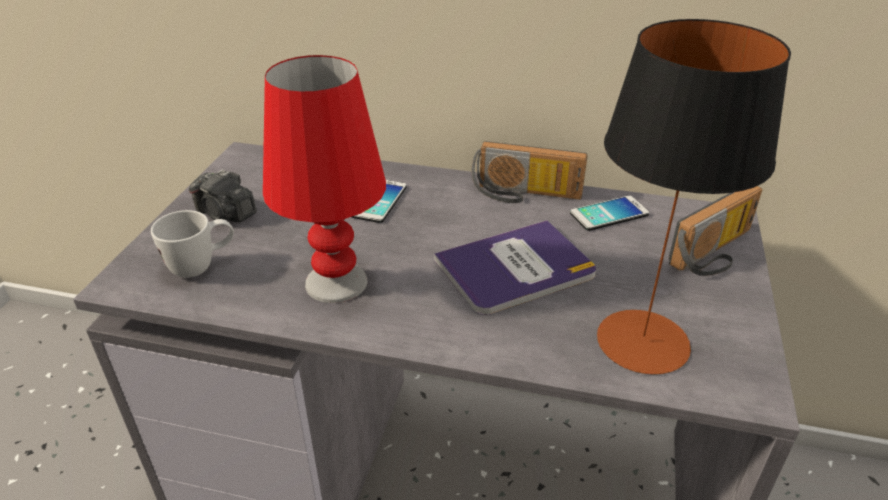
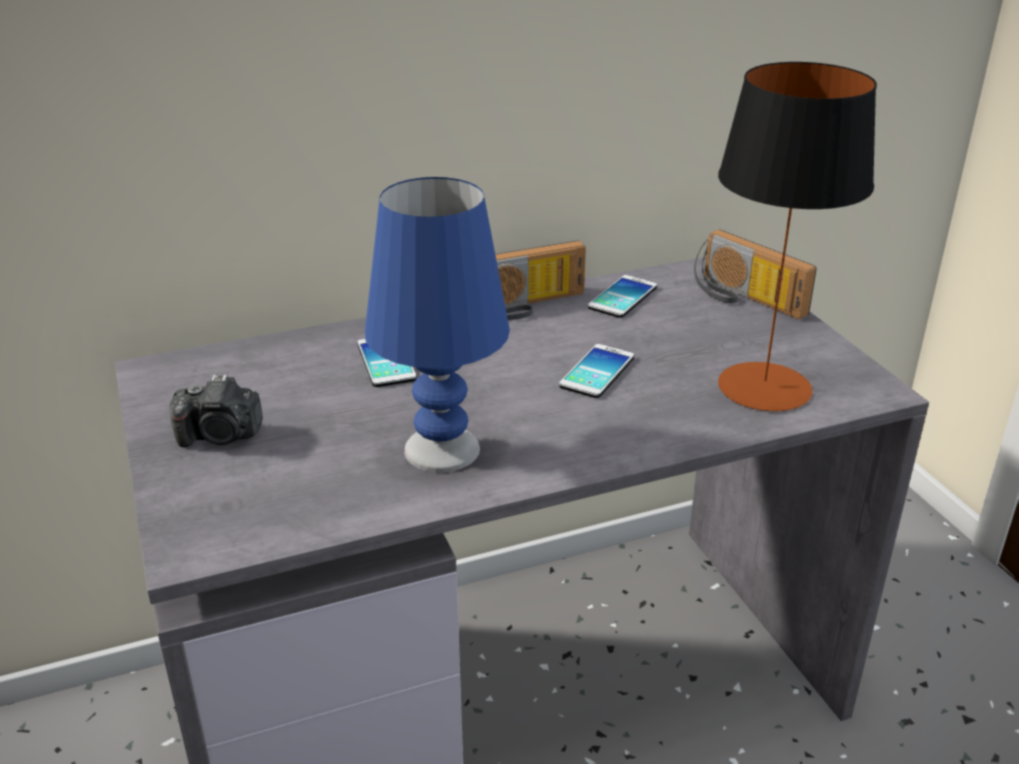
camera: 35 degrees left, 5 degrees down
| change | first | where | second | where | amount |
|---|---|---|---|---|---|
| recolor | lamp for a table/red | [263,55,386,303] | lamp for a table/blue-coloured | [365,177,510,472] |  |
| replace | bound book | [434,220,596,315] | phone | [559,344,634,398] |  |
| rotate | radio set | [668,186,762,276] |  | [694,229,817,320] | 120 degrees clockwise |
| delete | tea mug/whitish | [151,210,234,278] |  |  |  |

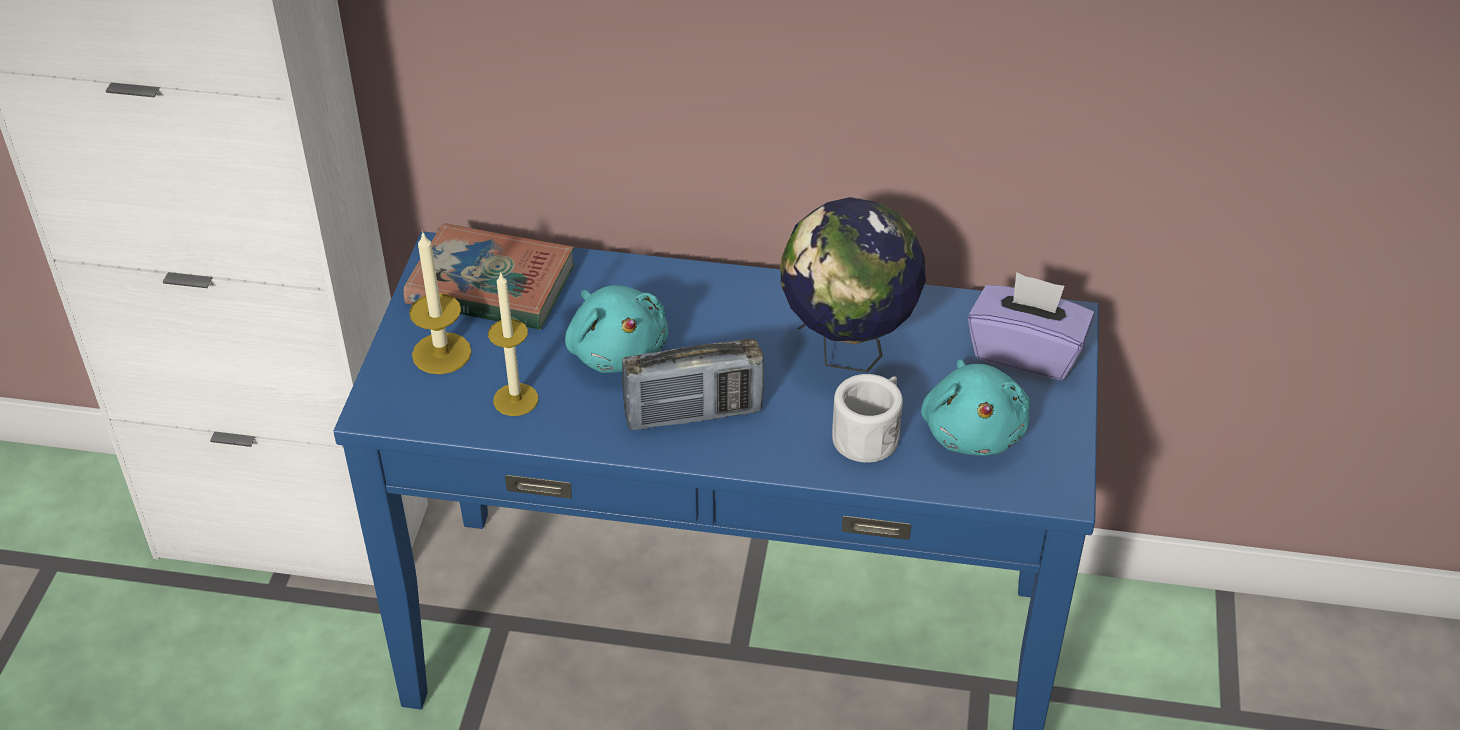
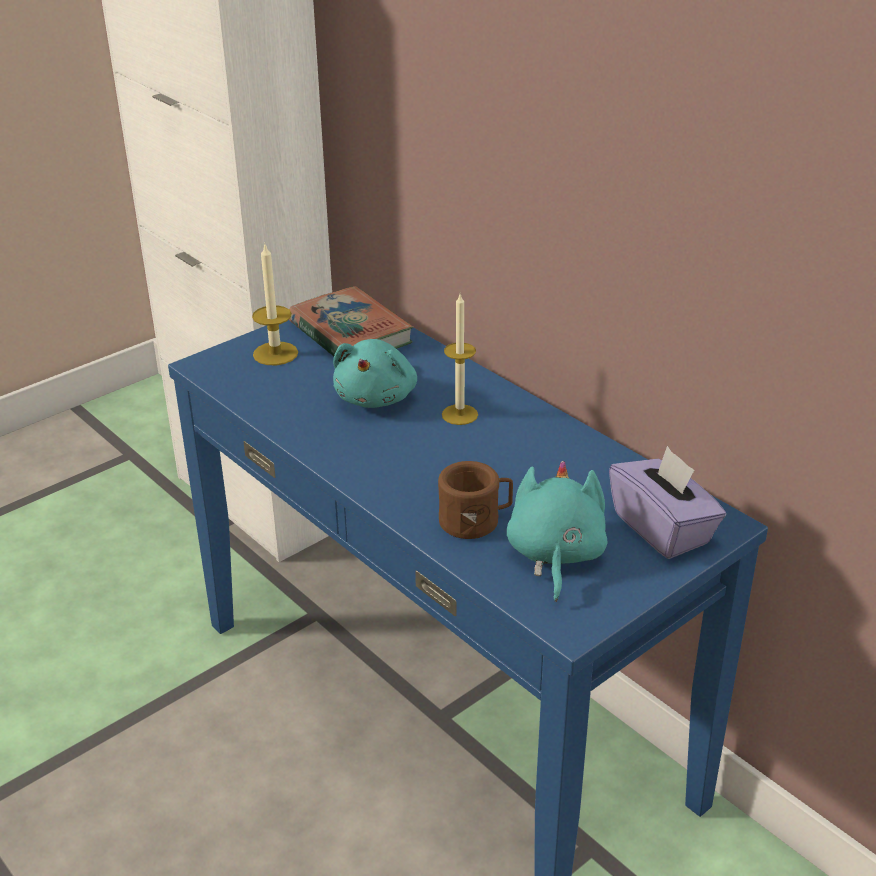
camera: 40 degrees right, 10 degrees down
| change | first | where | second | where | amount |
|---|---|---|---|---|---|
| recolor | tea mug/whitish | [832,374,903,463] | tea mug/brown-coloured | [438,461,513,539] |  |
| move | candle | [488,272,538,416] |  | [442,294,478,425] |  |
| rotate | soft toy/blue-green | [921,359,1030,456] |  | [507,461,607,602] | 150 degrees clockwise |
| delete | radio set | [622,339,764,430] |  |  |  |
| delete | globe | [780,197,926,372] |  |  |  |

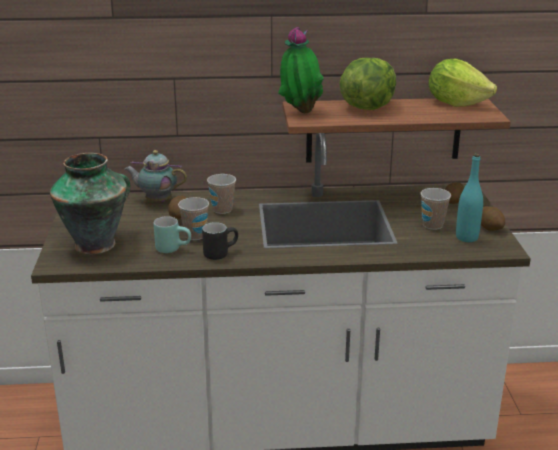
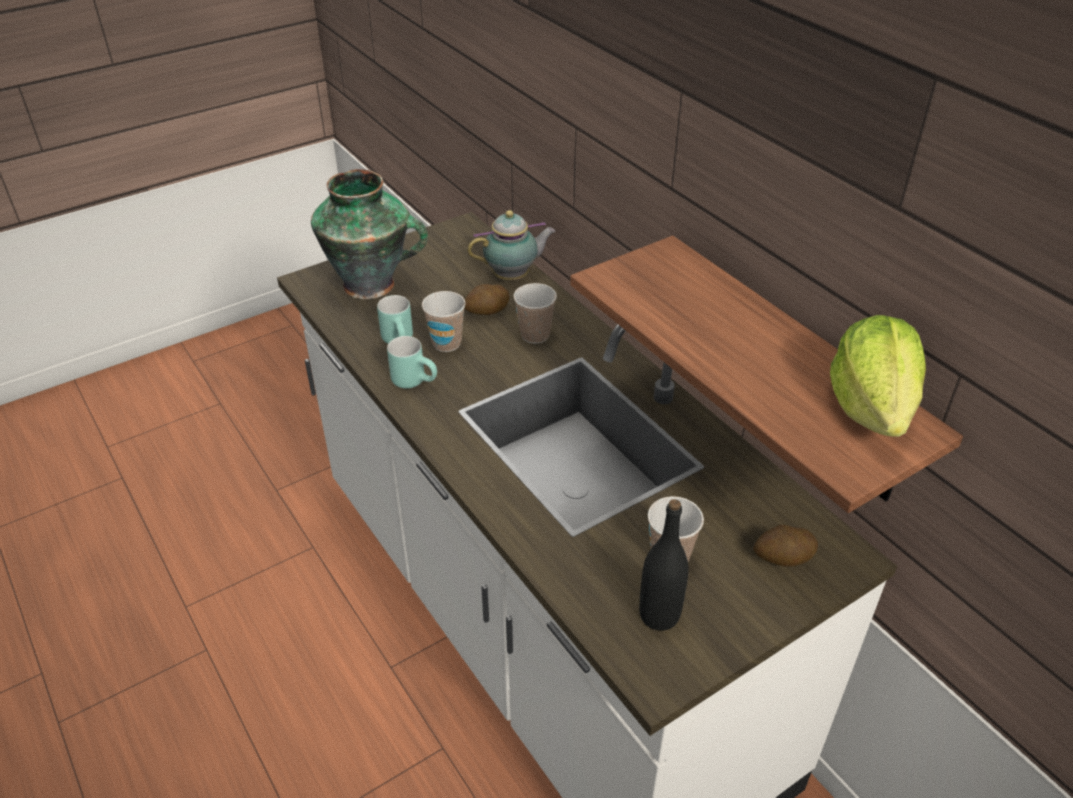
camera: 60 degrees right, 15 degrees up
| change | first | where | second | where | amount |
|---|---|---|---|---|---|
| recolor | tea mug/black | [202,222,238,260] | tea mug/blue-green | [387,336,437,388] |  |
| rotate | tea pot | [125,150,187,202] |  | [468,210,556,280] | 90 degrees clockwise |
| recolor | bottle/blue-green | [456,153,483,242] | bottle/black | [639,499,688,631] |  |
| delete | plant in a pot | [278,27,324,113] |  |  |  |
| delete | lettuce head | [339,58,396,110] |  |  |  |
| delete | potato | [481,206,505,231] |  |  |  |

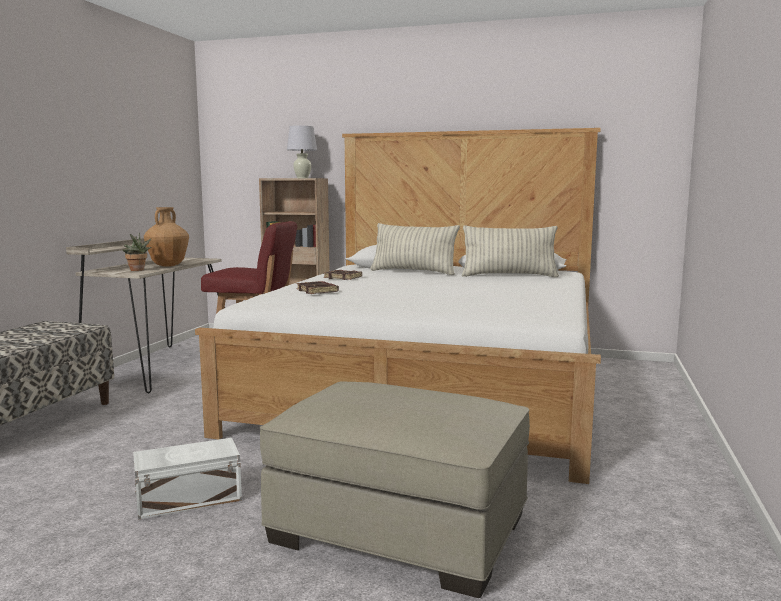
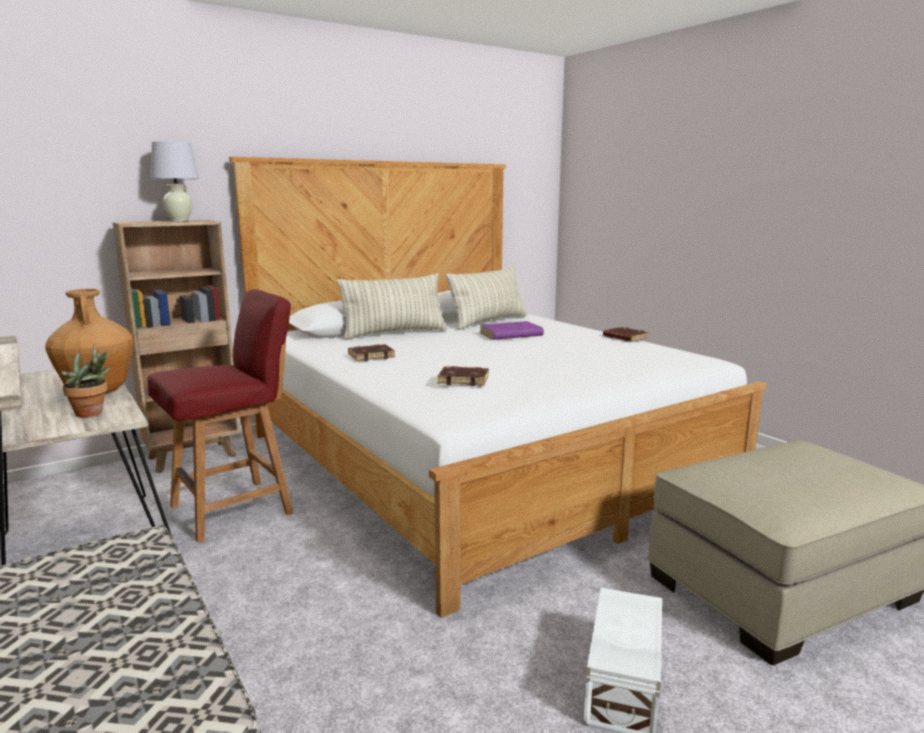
camera: 50 degrees left, 5 degrees up
| change | first | where | second | where | amount |
|---|---|---|---|---|---|
| insert |  |  | bound book/purplish | [480,321,544,340] |  |
| insert |  |  | bound book/brown-coloured | [603,327,649,342] |  |

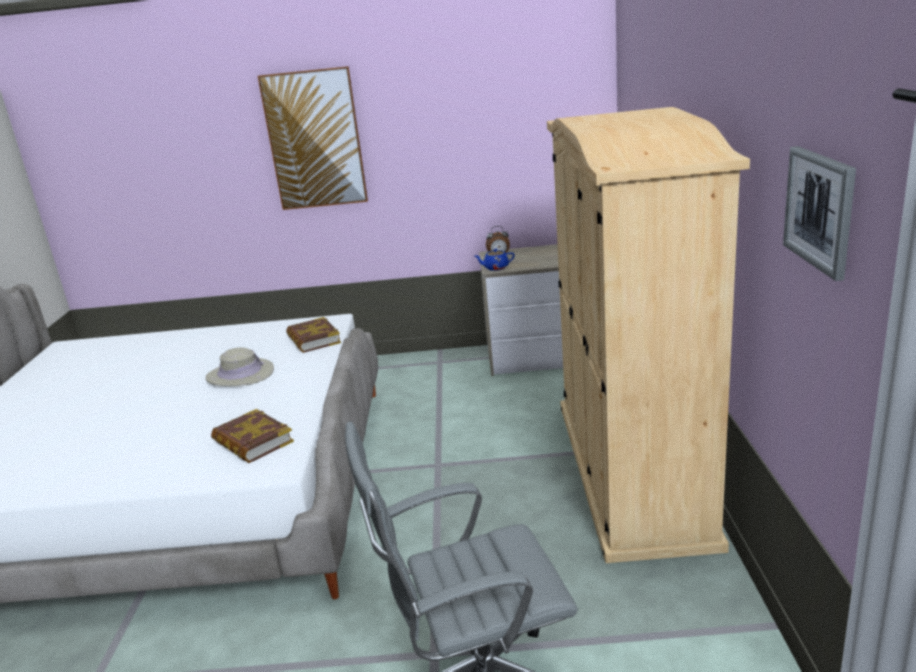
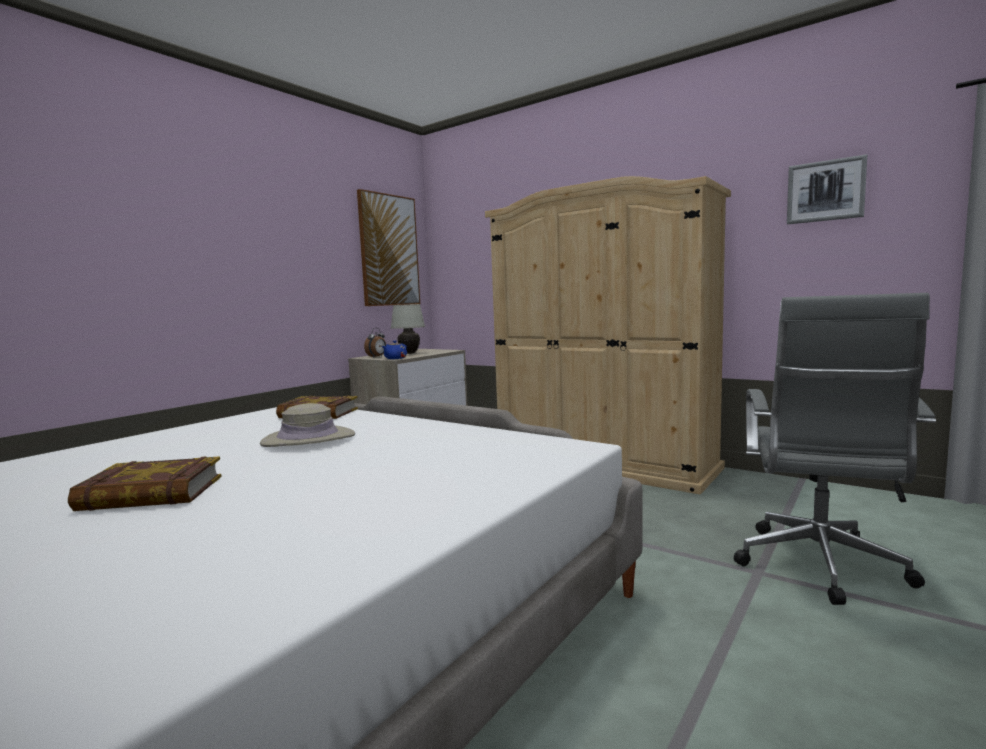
camera: 55 degrees left, 15 degrees down
| change | first | where | second | where | amount |
|---|---|---|---|---|---|
| move | bound book | [211,409,294,463] |  | [68,456,222,511] |  |
| move | wall art | [258,66,368,210] |  | [357,189,420,306] |  |
| insert |  |  | lamp for a table/whitish | [391,304,425,354] |  |

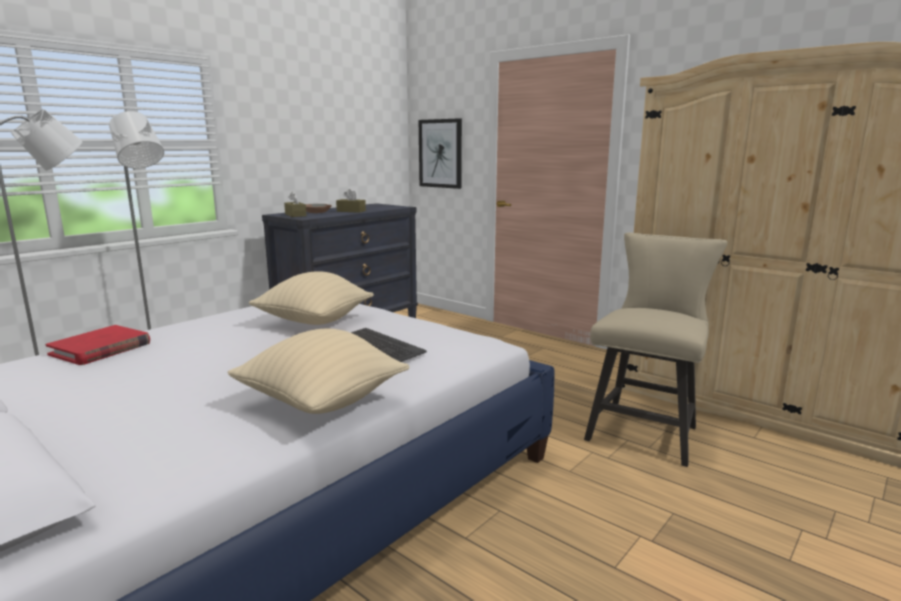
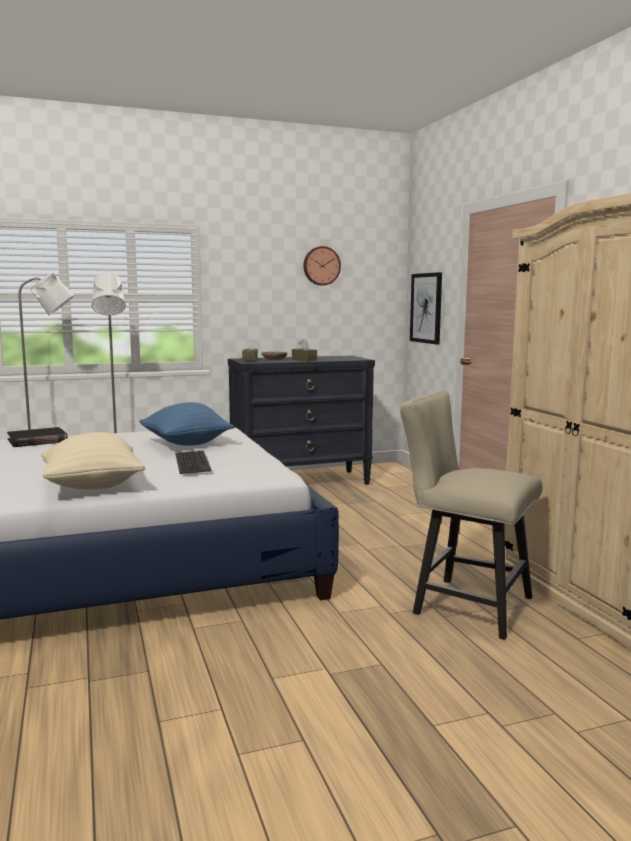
camera: 30 degrees right, 5 degrees down
| change | first | where | second | where | amount |
|---|---|---|---|---|---|
| recolor | bound book/red | [45,325,150,365] | bound book/black | [7,427,68,447] |  |
| recolor | pillow/beige | [249,271,374,325] | pillow/blue-coloured | [139,402,234,446] |  |
| insert |  |  | hanging clock | [304,246,341,285] |  |
| rotate | upright chair/beige | [584,232,728,467] |  | [400,390,542,640] | 120 degrees counterclockwise |

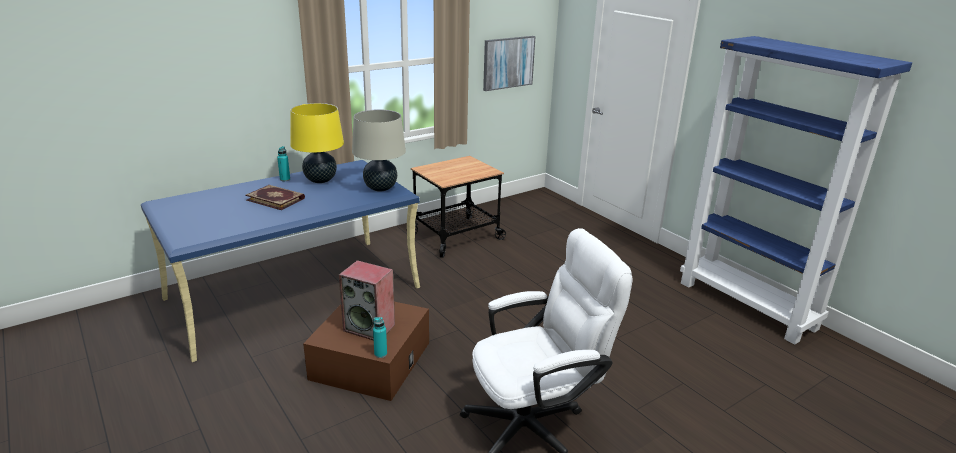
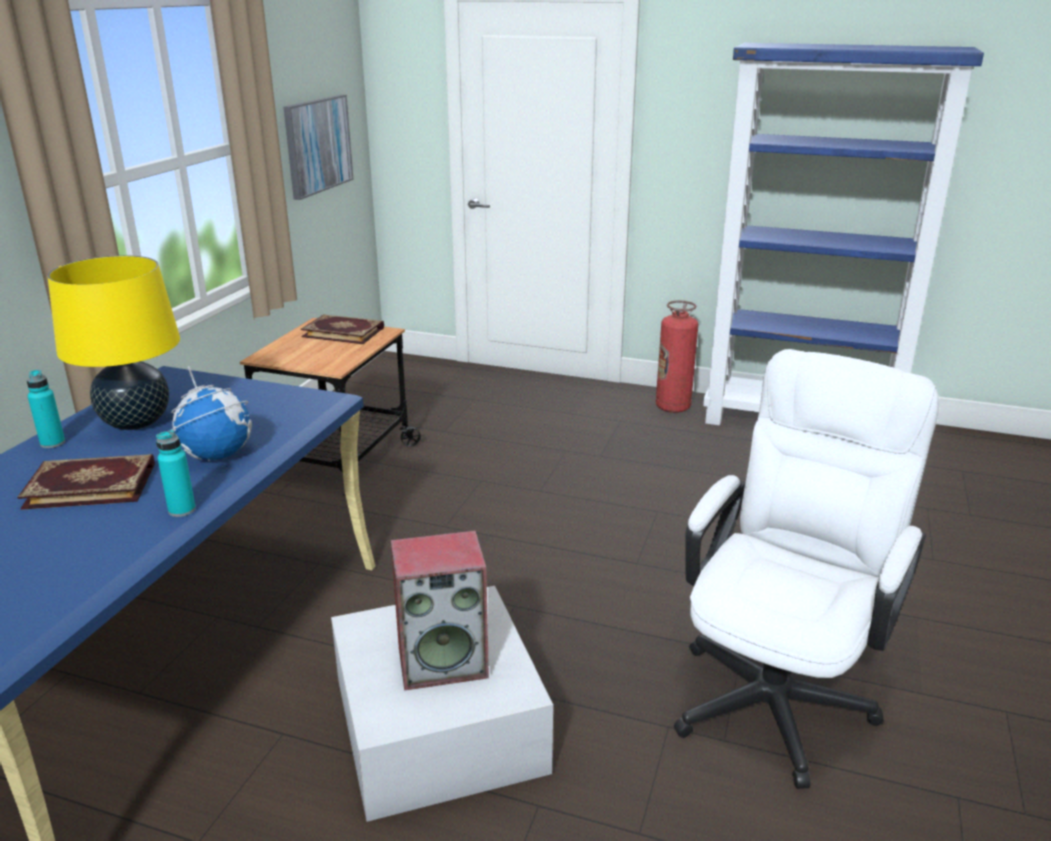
camera: 35 degrees left, 0 degrees up
| change | first | where | second | where | amount |
|---|---|---|---|---|---|
| move | bottle/blue-green | [373,317,387,358] |  | [156,430,196,517] |  |
| insert |  |  | globe | [171,366,252,461] |  |
| insert |  |  | bound book | [301,314,384,344] |  |
| recolor | storage container/brown-coloured | [303,302,429,401] | storage container/whitish | [331,586,553,822] |  |
| insert |  |  | fire extinguisher | [656,300,698,413] |  |
| delete | lamp for a table/beige | [352,109,406,192] |  |  |  |

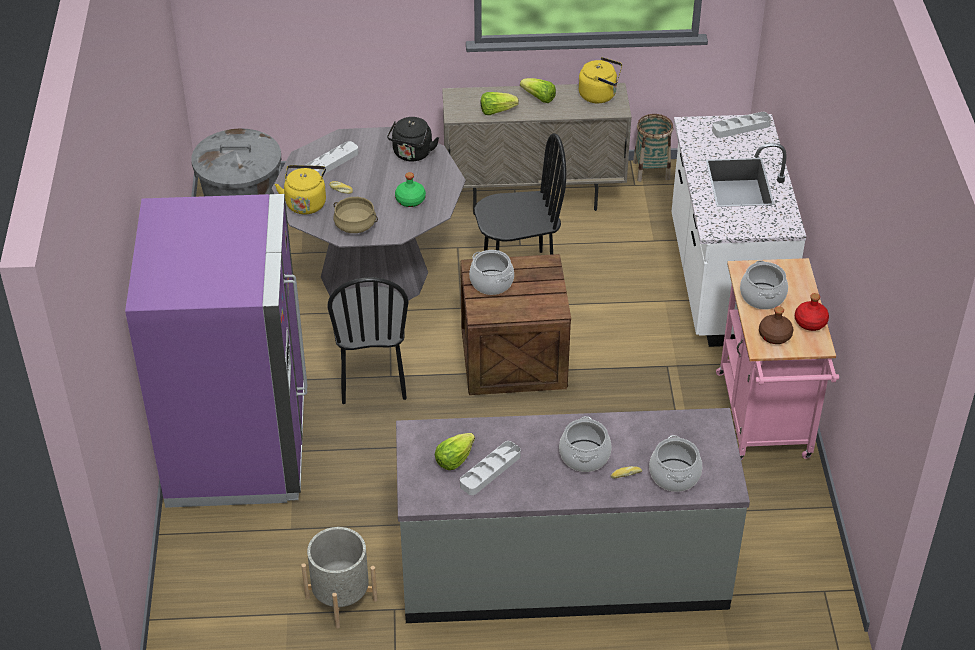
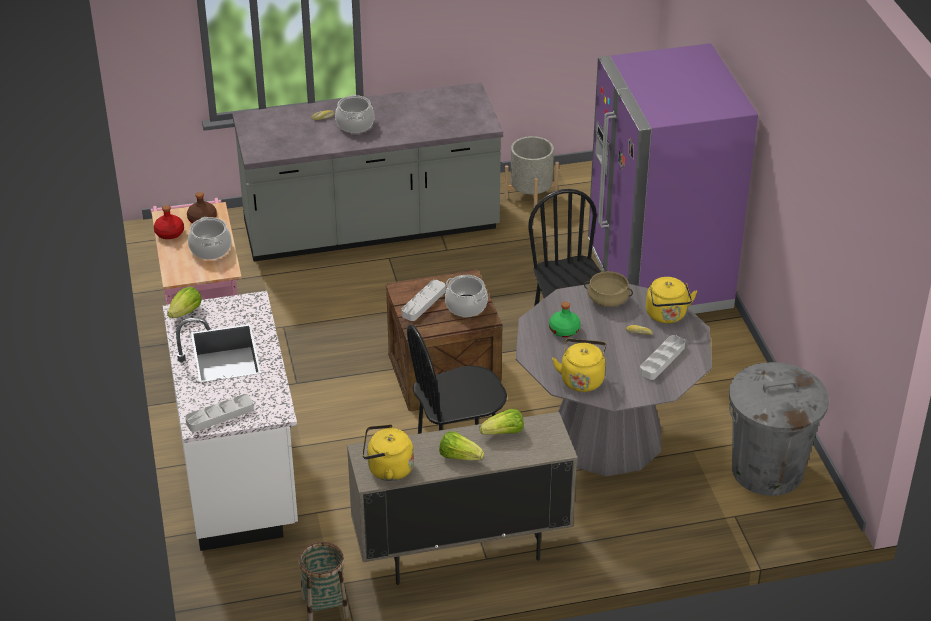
camera: 170 degrees right, 5 degrees down
| change | first | where | second | where | amount |
|---|---|---|---|---|---|
| move | lettuce head | [435,433,475,470] |  | [167,287,202,318] |  |
| move | serving tray/greyish | [460,441,521,495] |  | [402,280,446,321] |  |
| recolor | kettle/black | [387,117,439,162] | kettle/yellow | [552,339,606,392] |  |
| delete | stockpot | [649,435,702,492] |  |  |  |

